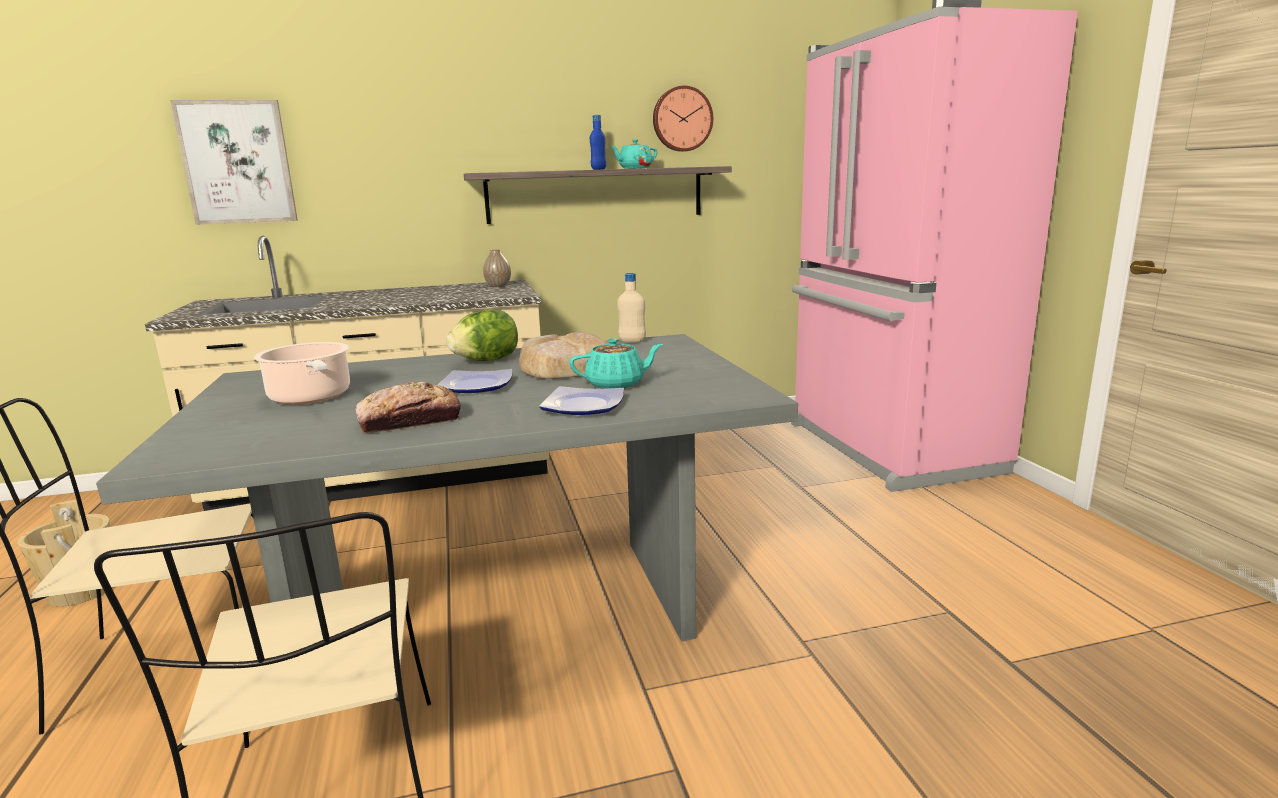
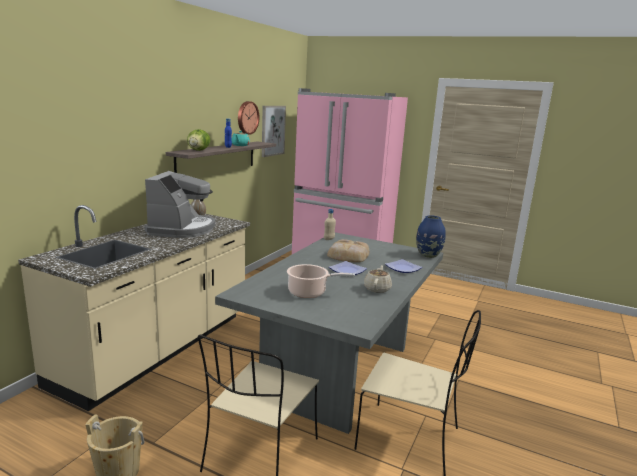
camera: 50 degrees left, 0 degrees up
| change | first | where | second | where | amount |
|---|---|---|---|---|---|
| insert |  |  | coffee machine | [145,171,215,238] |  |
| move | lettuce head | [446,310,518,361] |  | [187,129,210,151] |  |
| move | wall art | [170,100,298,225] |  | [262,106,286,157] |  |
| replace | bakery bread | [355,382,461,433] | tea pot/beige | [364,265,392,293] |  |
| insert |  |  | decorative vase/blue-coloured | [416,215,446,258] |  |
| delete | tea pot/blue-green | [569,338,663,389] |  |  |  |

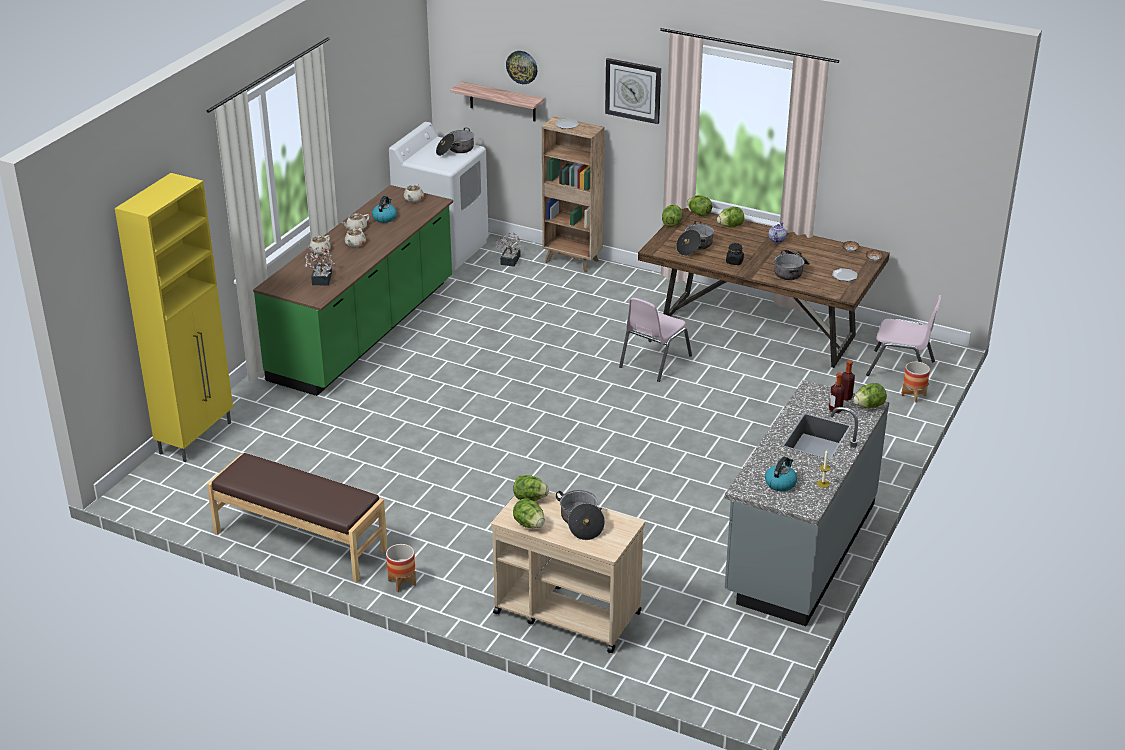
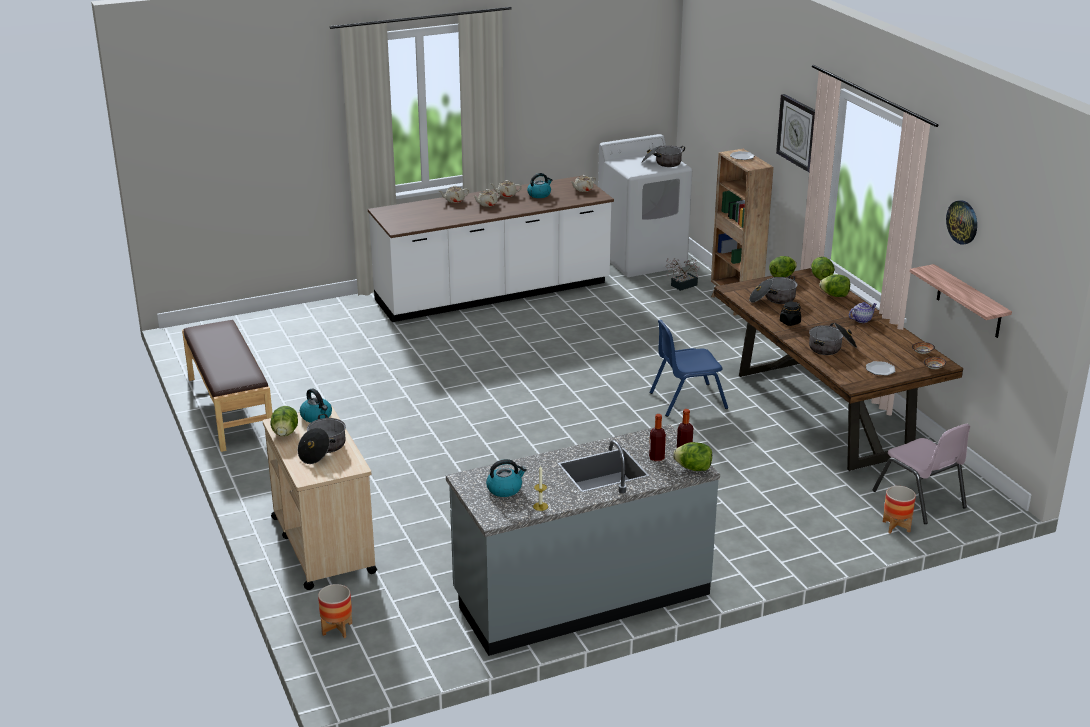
camera: 40 degrees right, 5 degrees down
| change | first | where | second | where | amount |
|---|---|---|---|---|---|
| replace | lettuce head | [513,475,549,501] | kettle | [300,388,332,423] |  |
| move | planter | [386,544,416,592] |  | [318,584,352,638] |  |
| recolor | kitchen base unit/green-coloured | [253,185,453,396] | kitchen base unit/whitish | [368,176,614,322] |  |
| recolor | upright chair/pinkish | [619,298,692,382] | upright chair/blue-coloured | [650,319,728,417] |  |
| move | bracket shelf | [450,81,544,121] |  | [910,264,1012,338] |  |
| move | hanging clock | [506,51,537,84] |  | [946,200,977,245] |  |
| delete | cabinet/yellow | [115,173,233,462] |  |  |  |
| delete | plant in a pot | [305,247,335,285] |  |  |  |

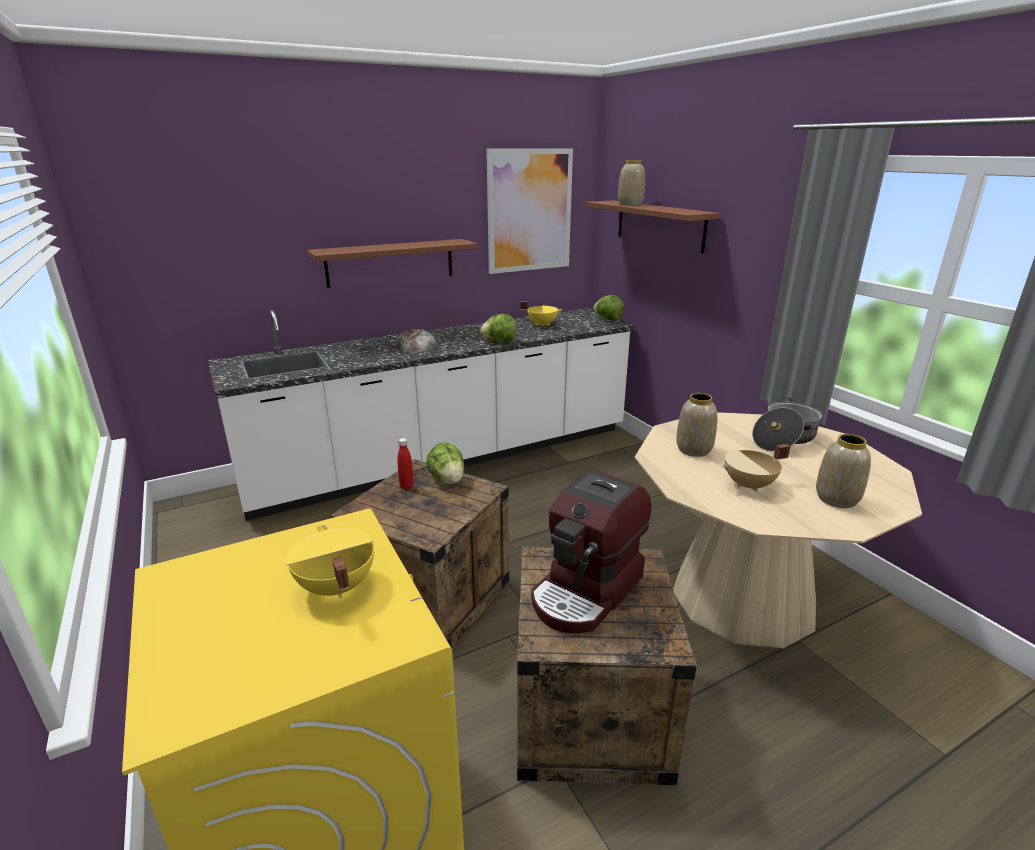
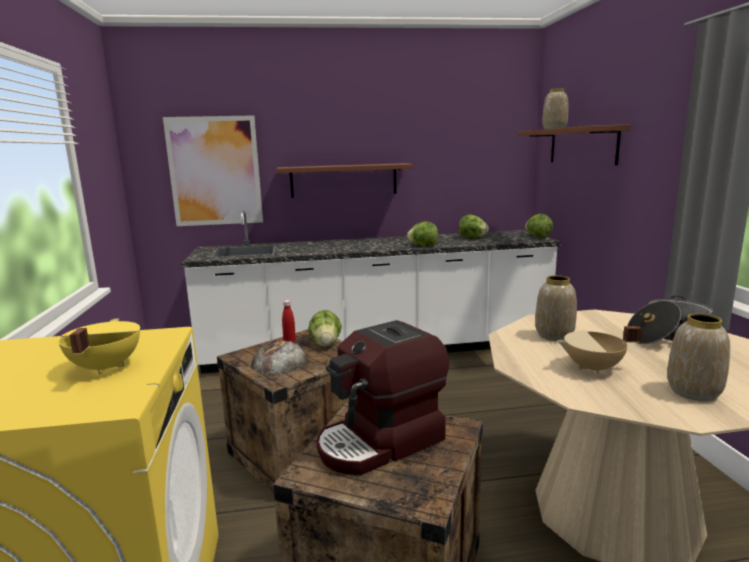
camera: 20 degrees right, 10 degrees down
| change | first | where | second | where | amount |
|---|---|---|---|---|---|
| move | wall art | [486,148,573,274] |  | [163,115,263,226] |  |
| move | bakery bread | [395,329,437,353] |  | [250,340,307,375] |  |
| replace | stockpot/yellow | [520,301,563,327] | lettuce head | [459,215,489,238] |  |

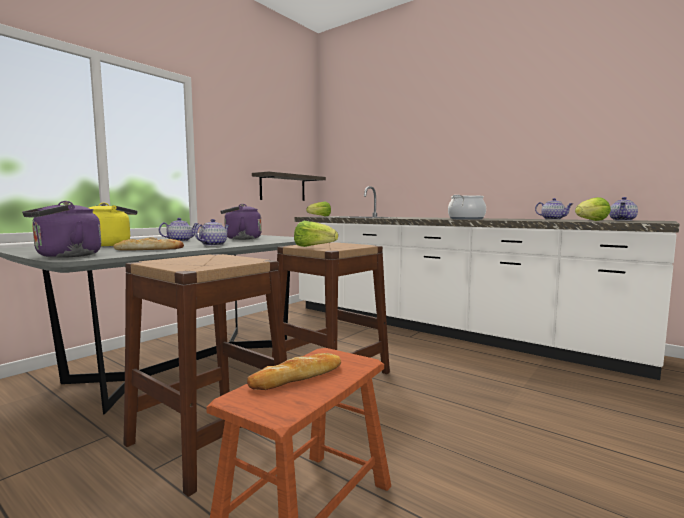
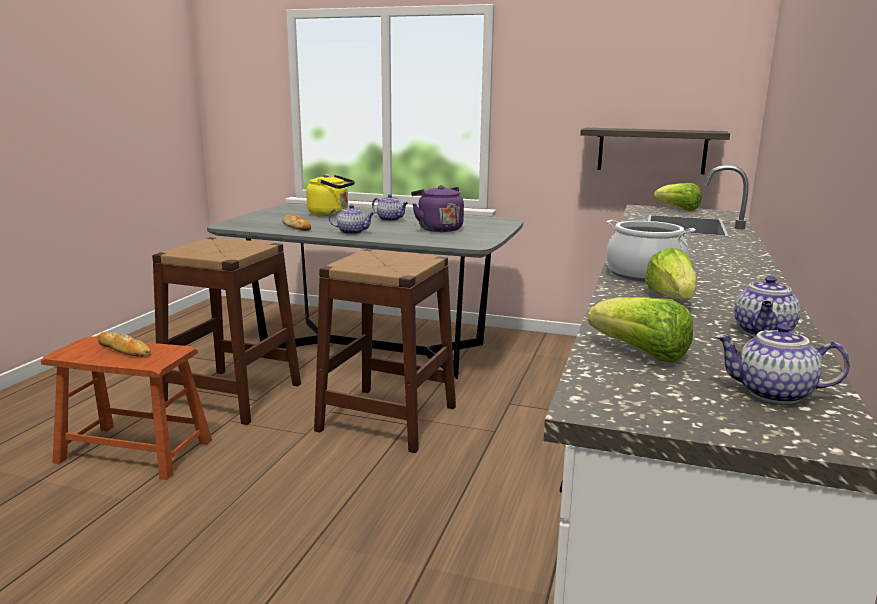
camera: 70 degrees right, 10 degrees up
| change | first | where | second | where | amount |
|---|---|---|---|---|---|
| move | lettuce head | [294,221,338,247] |  | [645,248,697,299] |  |
| delete | kettle/purplish | [22,201,101,258] |  |  |  |

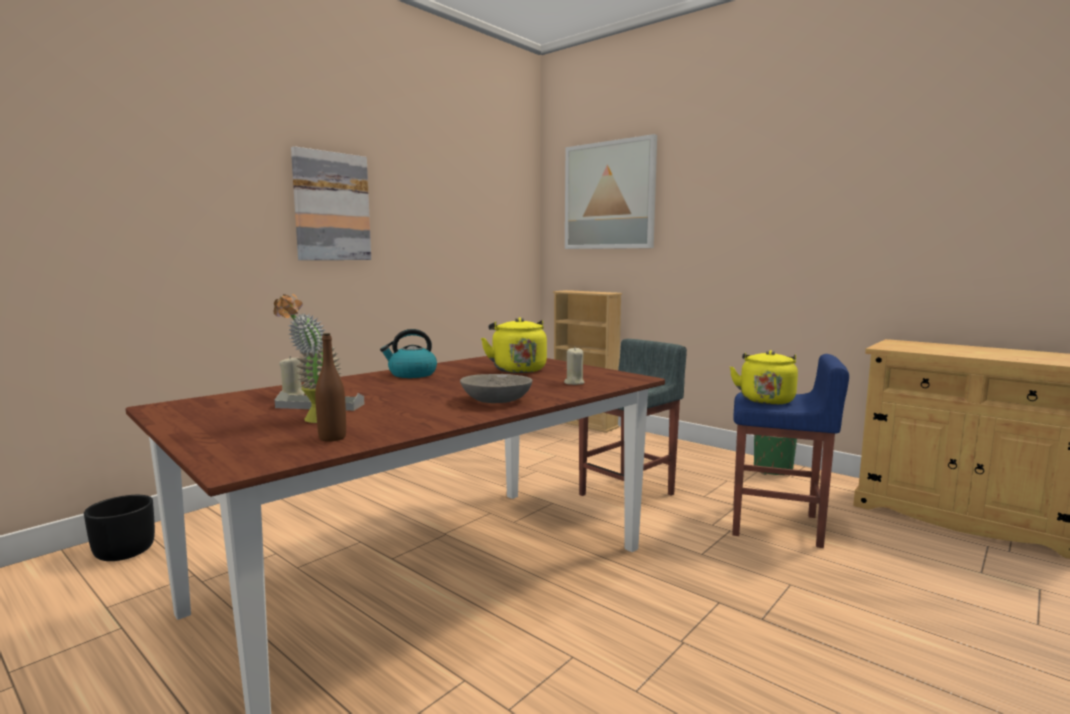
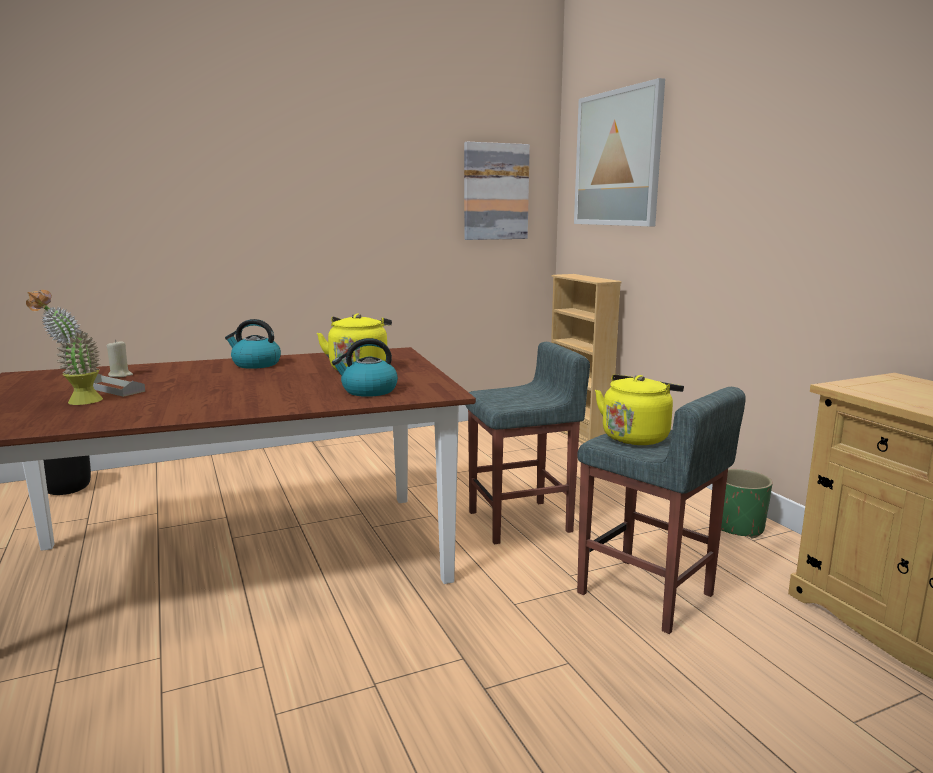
camera: 25 degrees right, 5 degrees up
| change | first | where | second | where | amount |
|---|---|---|---|---|---|
| replace | candle/beige | [564,347,585,385] | kettle | [332,338,398,397] |  |
| move | wall art | [291,146,371,260] |  | [464,142,530,240] |  |
| recolor | sitting stool/blue-coloured | [732,354,849,548] | sitting stool/greyish | [577,387,746,634] |  |
| delete | bottle/brown-coloured | [315,333,346,442] |  |  |  |
| delete | deep dish/greyish | [460,374,533,403] |  |  |  |

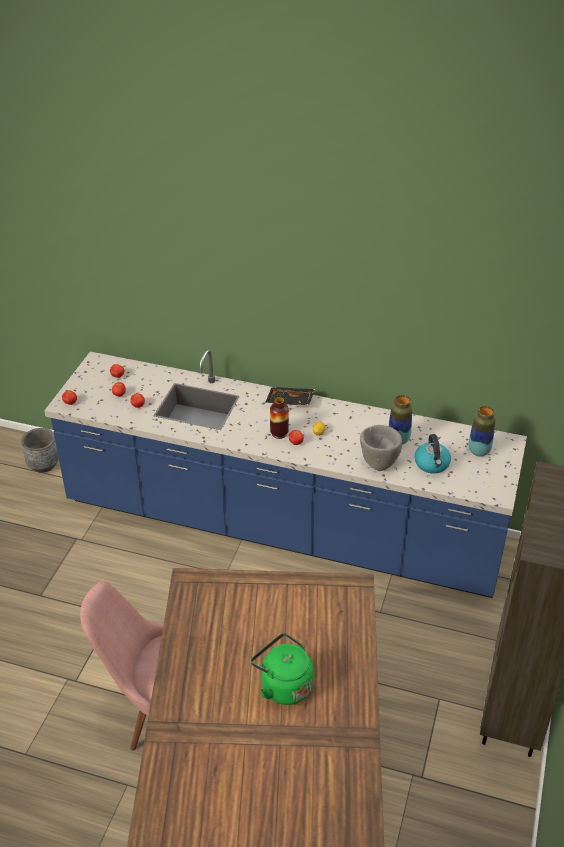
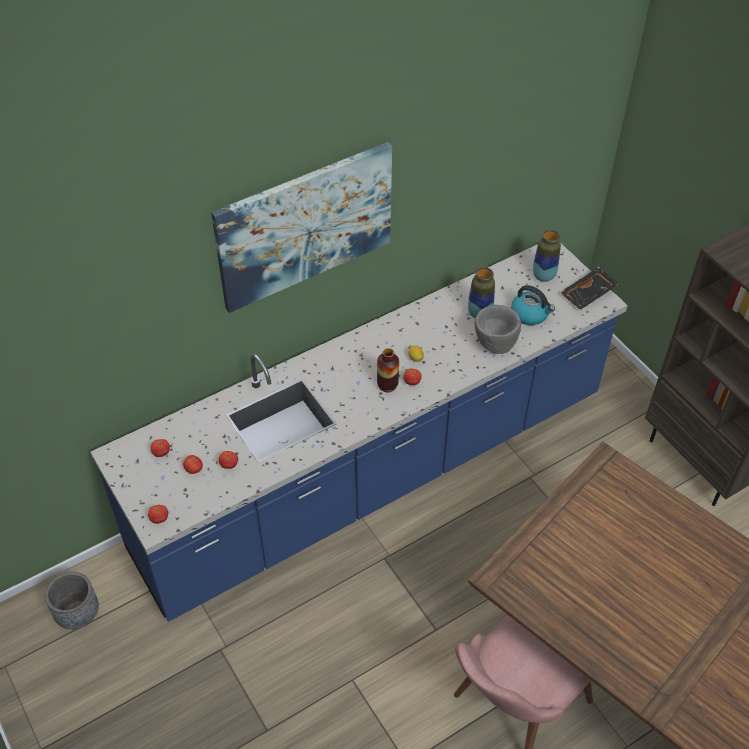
camera: 50 degrees left, 10 degrees up
| change | first | where | second | where | amount |
|---|---|---|---|---|---|
| insert |  |  | wall art | [211,142,392,313] |  |
| move | serving tray/black | [265,387,315,405] |  | [560,267,619,310] |  |
| delete | kettle/green-coloured | [251,633,314,705] |  |  |  |

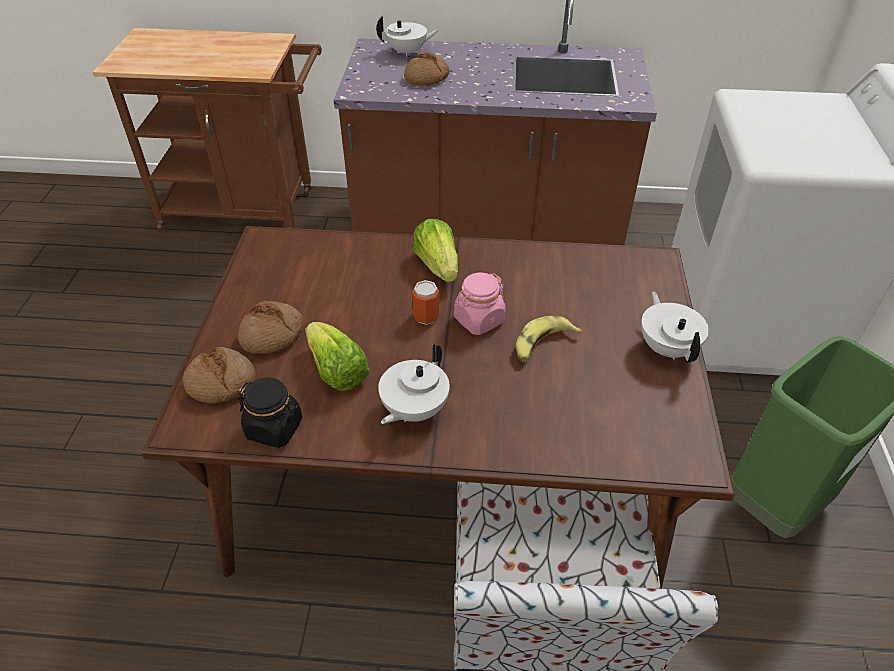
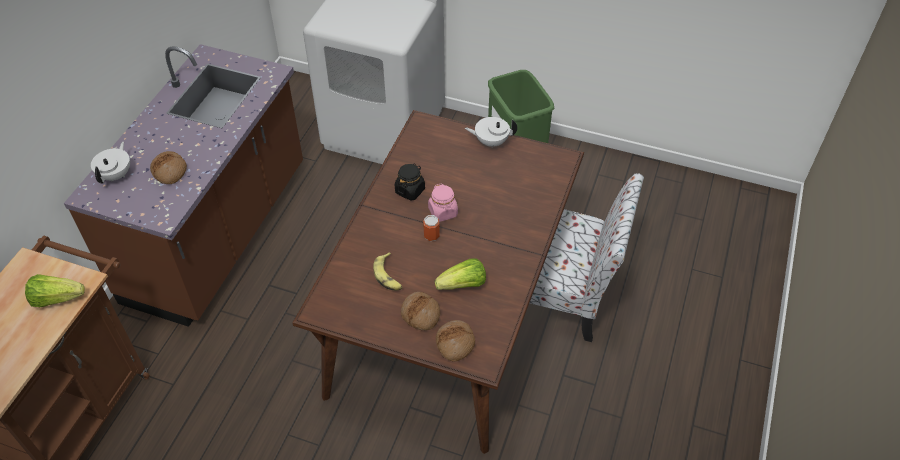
camera: 75 degrees left, 5 degrees up
| change | first | where | second | where | amount |
|---|---|---|---|---|---|
| move | lettuce head | [413,219,458,282] |  | [25,274,85,307] |  |
| move | whole banana | [516,316,582,363] |  | [373,252,403,290] |  |
| move | storage jar/black | [238,377,302,448] |  | [395,163,425,201] |  |
| delete | tea pot/whitish | [378,344,450,424] |  |  |  |

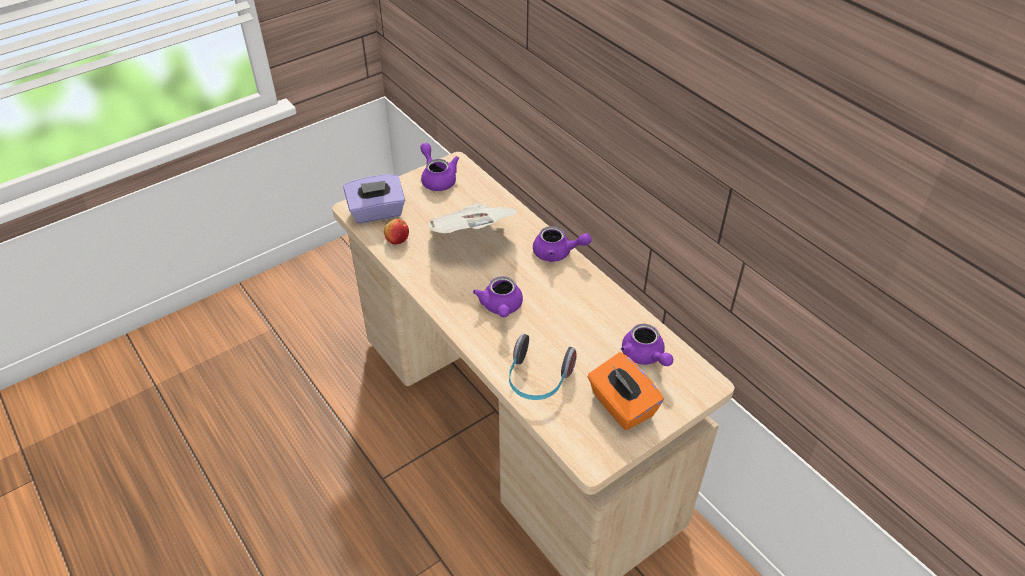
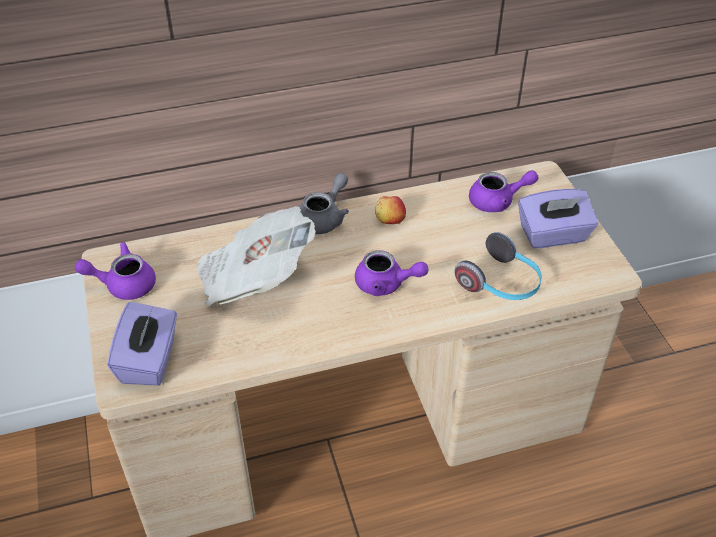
camera: 70 degrees left, 0 degrees up
| change | first | where | second | where | amount |
|---|---|---|---|---|---|
| recolor | tea pot/purplish | [533,226,592,262] | tea pot/greyish | [299,173,349,234] |  |
| move | whole apple | [384,219,409,244] |  | [375,196,406,224] |  |
| recolor | tissue holder/orangey | [587,352,664,430] | tissue holder/purplish | [518,189,598,249] |  |

